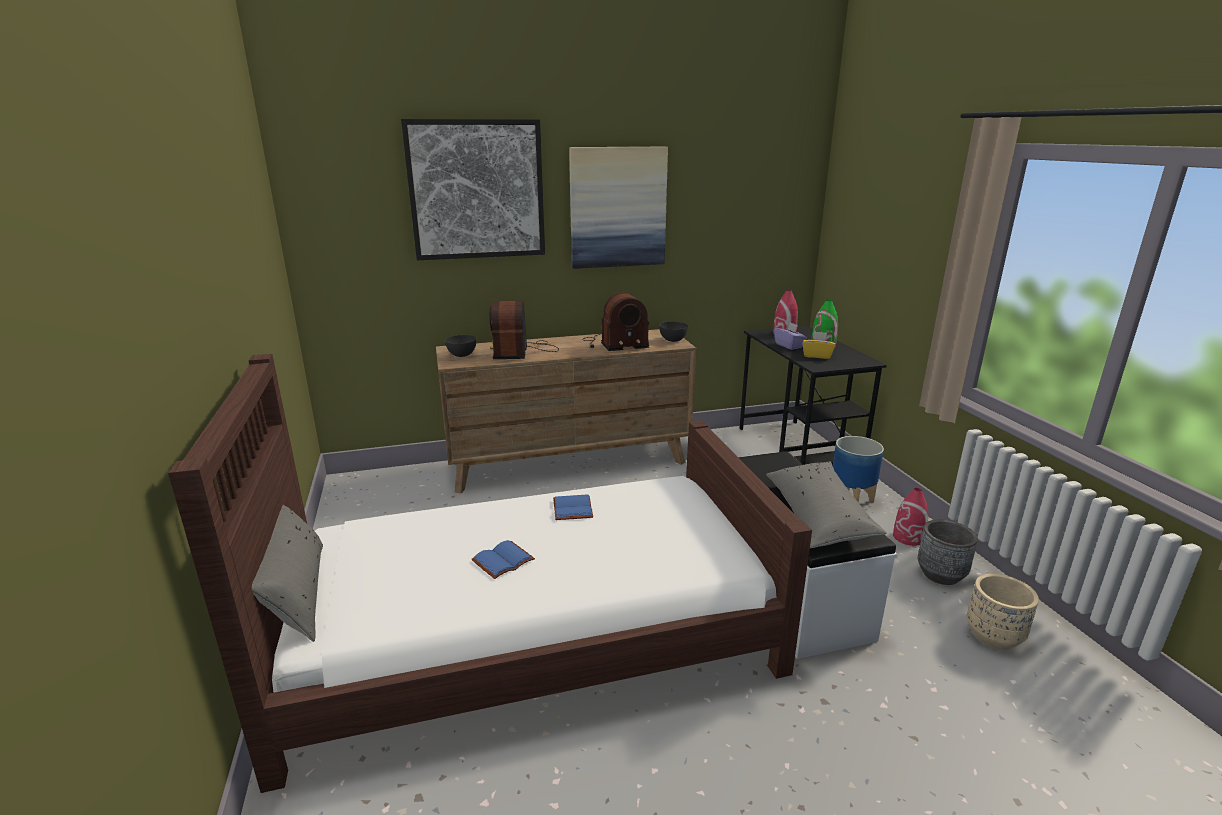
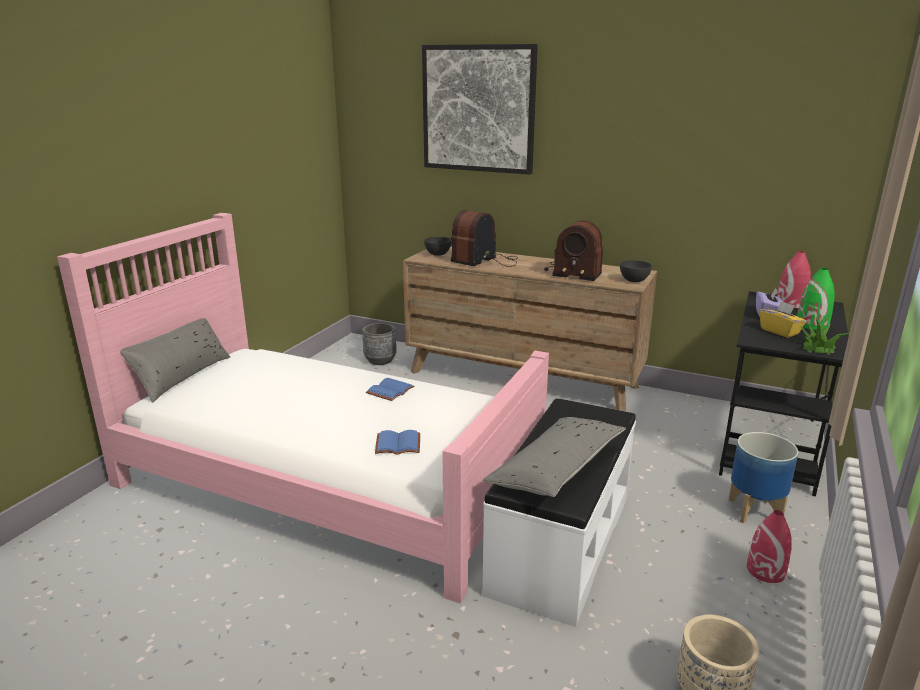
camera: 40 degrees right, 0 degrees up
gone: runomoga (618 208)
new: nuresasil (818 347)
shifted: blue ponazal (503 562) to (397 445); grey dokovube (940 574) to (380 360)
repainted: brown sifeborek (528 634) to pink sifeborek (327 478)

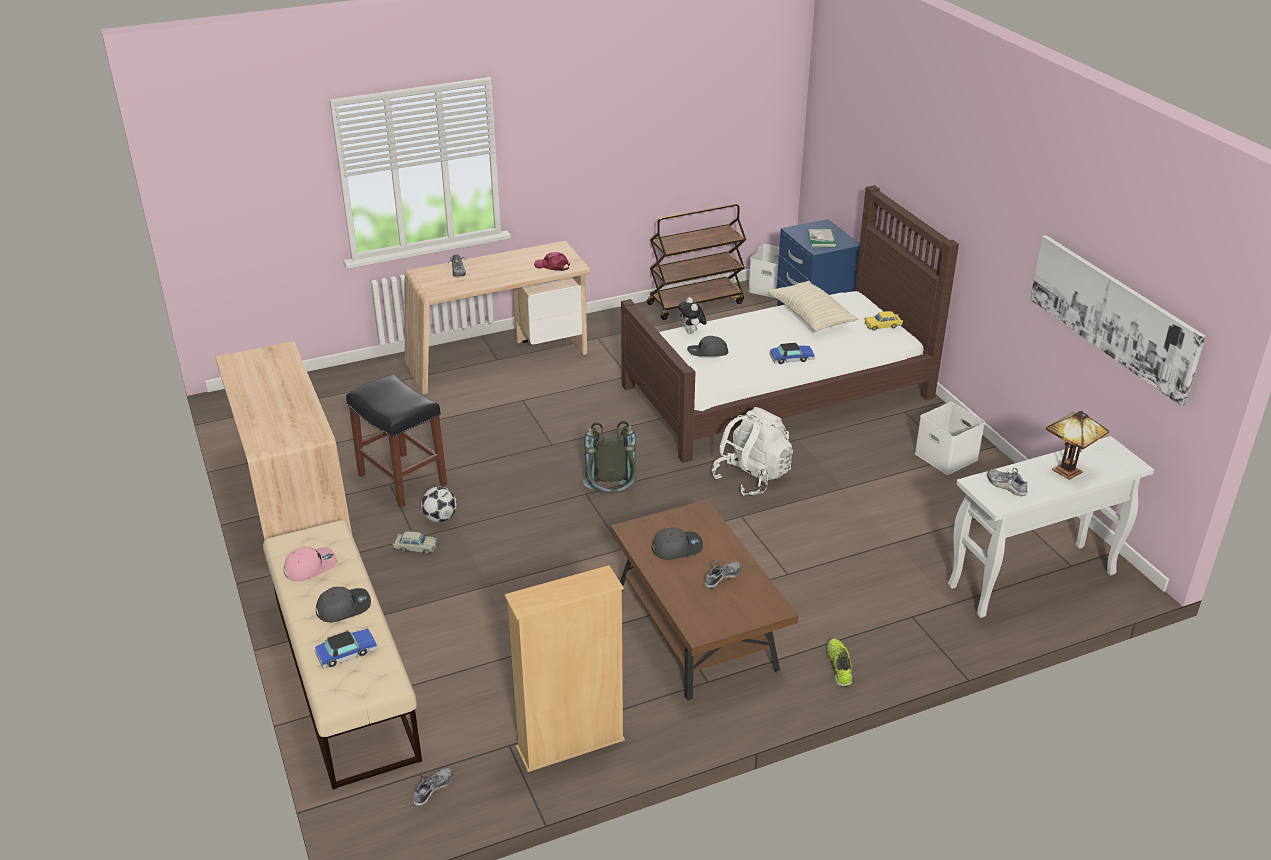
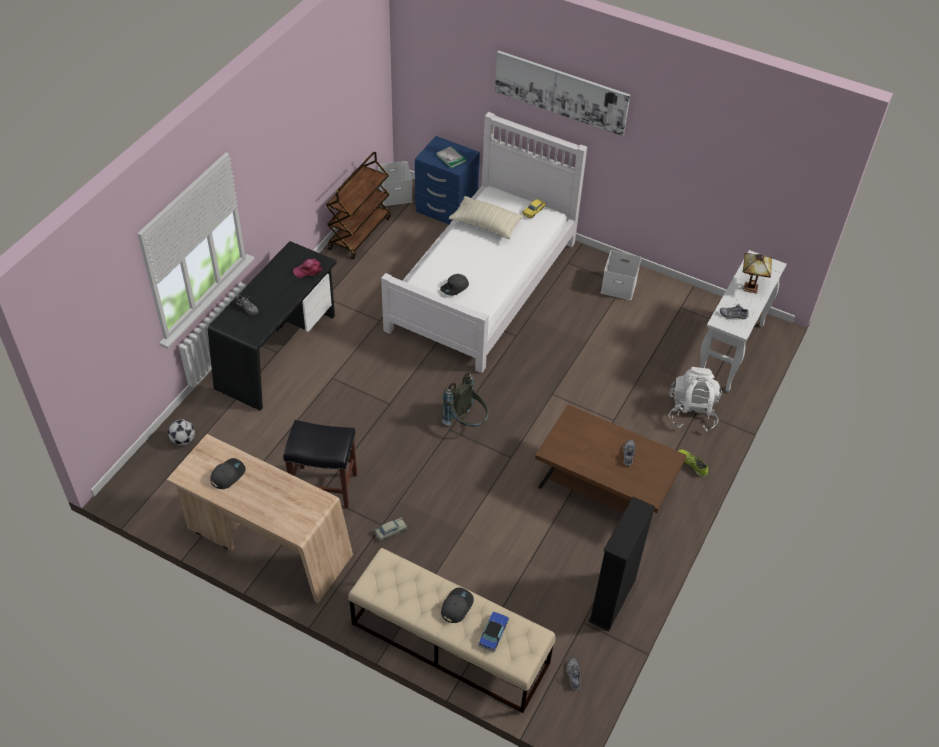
camera: 40 degrees left, 15 degrees up
gone: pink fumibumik (310 566); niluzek (692 332); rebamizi (791 358)
shifted: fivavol (440 518) to (183 440); grey fumibumik (677 547) to (227 475); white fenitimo (752 477) to (691 412); runomoga (1112 315) to (561 92)
repainted: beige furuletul (498 360) to black furuletul (279 353); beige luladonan (570 744) to black luladonan (612 600); brown sifeborek (778 391) to white sifeborek (483 284)

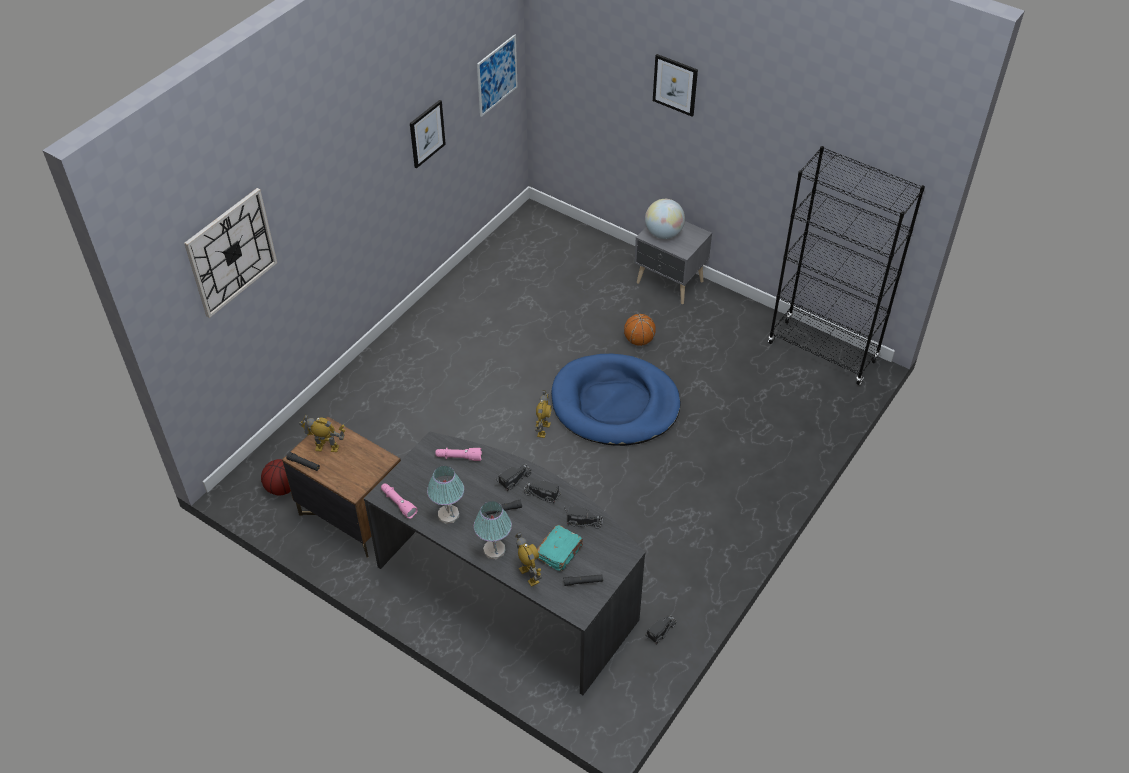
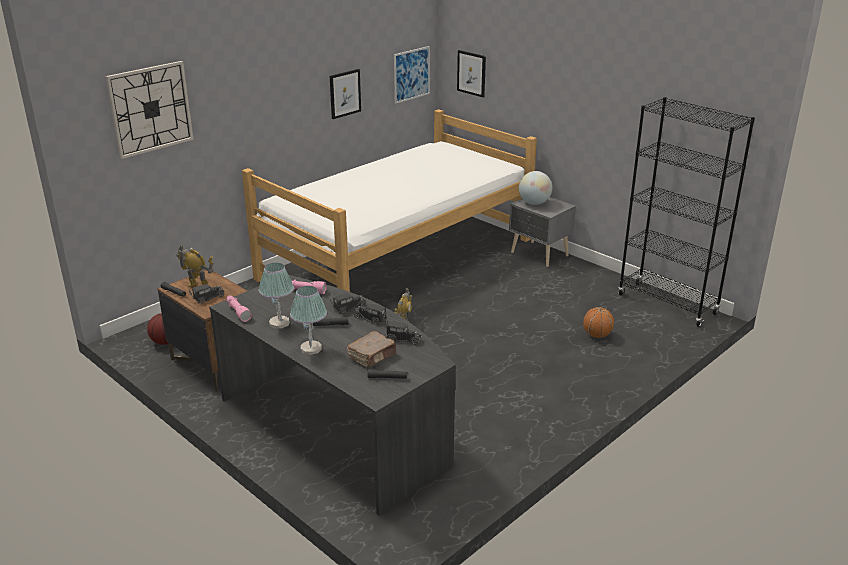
camera: 10 degrees right, 20 degrees down
gone: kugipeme (529 575); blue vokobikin (615 404)
new: sifeborek (398 259)
shifted: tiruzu (639 340) to (597 335); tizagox (660 632) to (207 298); runomoga (675 84) to (471 73)
repainted: turquoise ponazal (560 552) to brown ponazal (372 356)

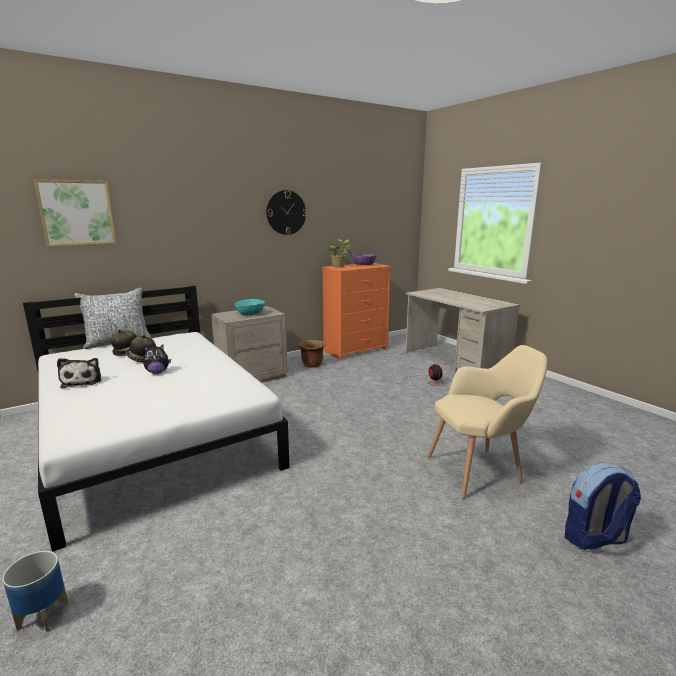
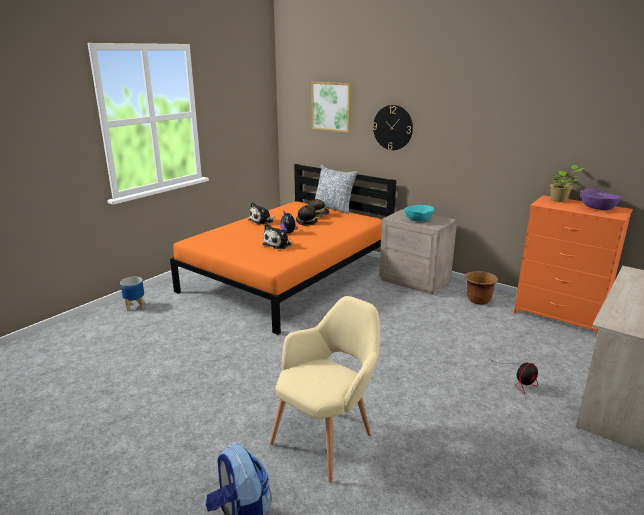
camera: 70 degrees right, 5 degrees up
new: niluzek (278 244)
shifted: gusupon (286 212) to (393 127)
repainted: white sifeborek (153 435) to orange sifeborek (289 277)
rotated: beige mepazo (480 470) = (328 437) 105 degrees counterclockwise

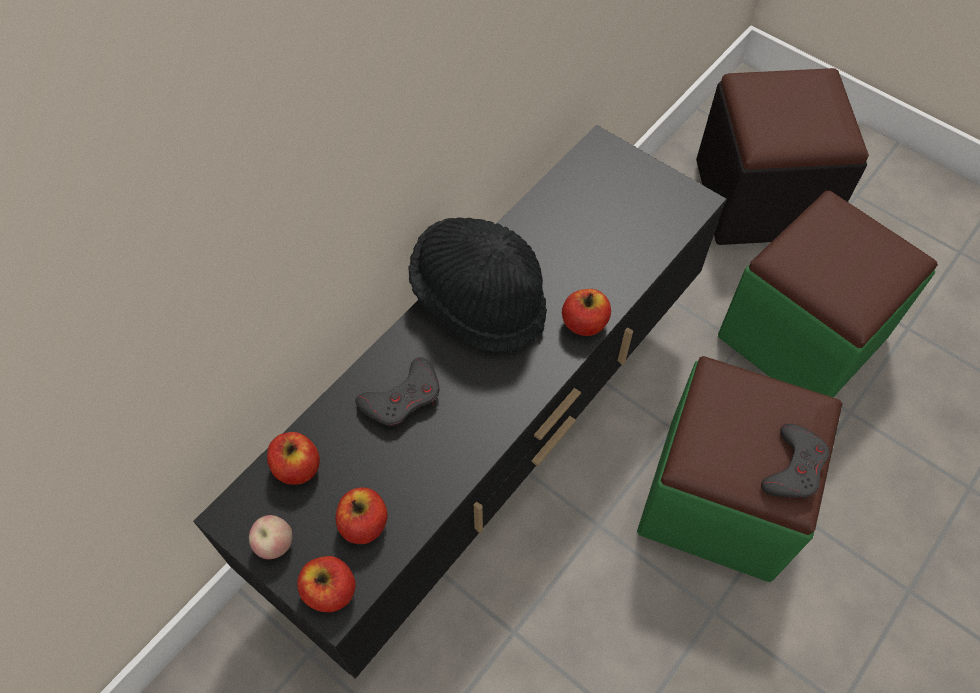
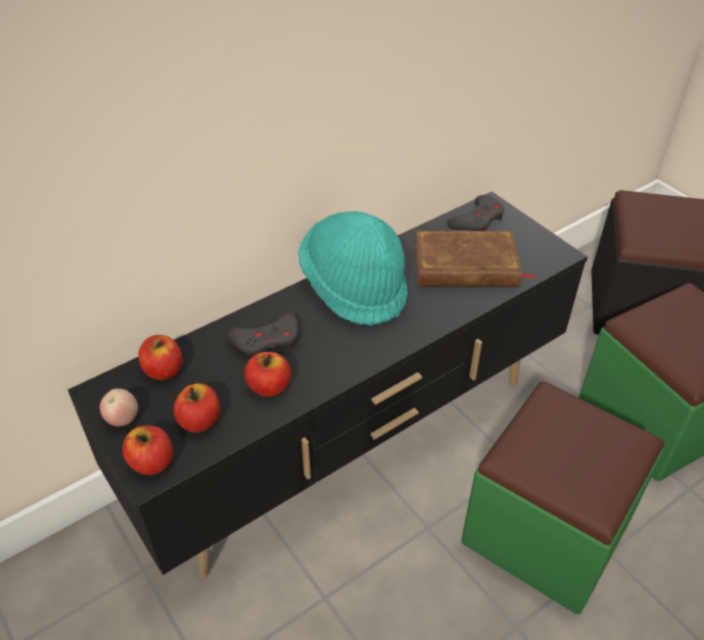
camera: 15 degrees right, 15 degrees down
new: brown ponazal (466 266)
shifted: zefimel (584 323) to (269 387); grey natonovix (794 467) to (477 220)
repainted: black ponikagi (479 300) to turquoise ponikagi (355 287)

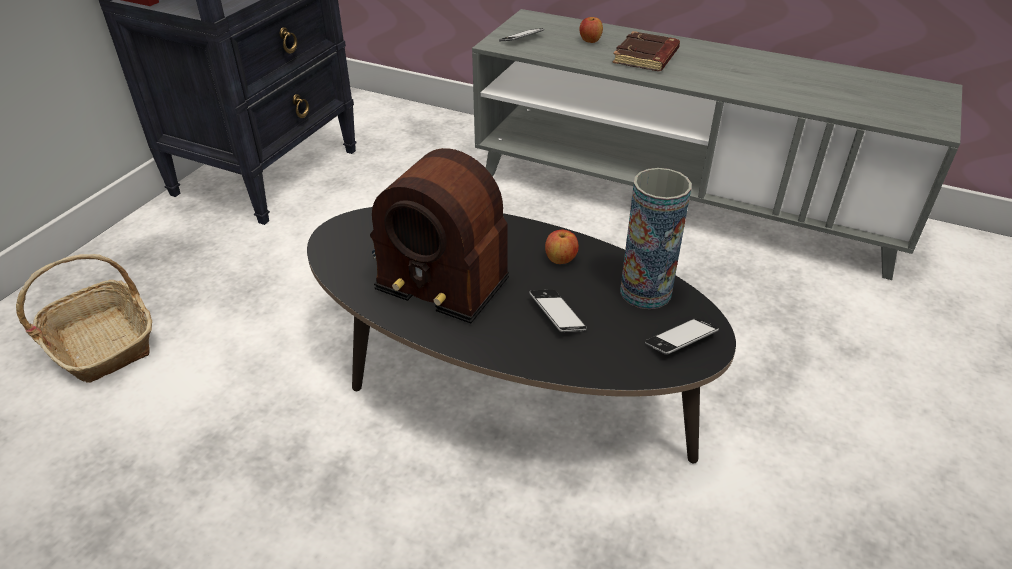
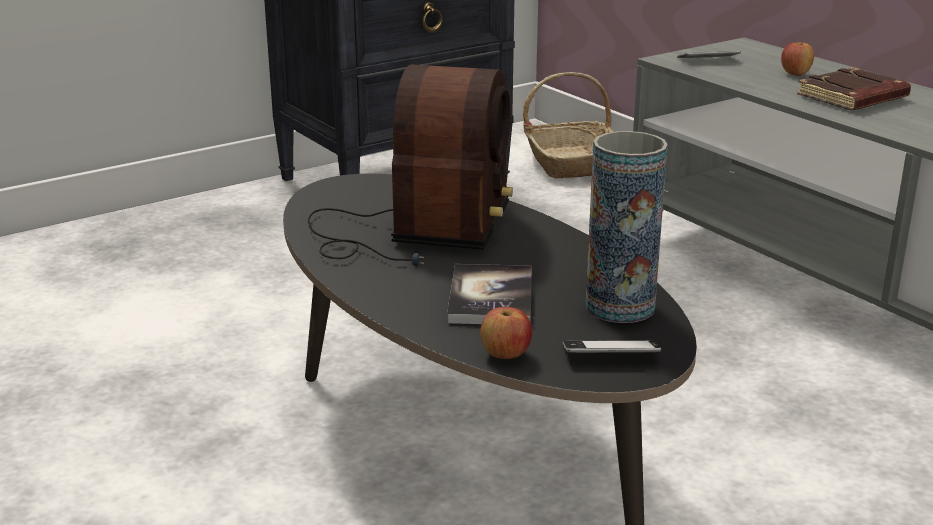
camera: 30 degrees right, 15 degrees down
shifted: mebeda (102 343) to (568 162); zefimel (560 259) to (505 354)
swapped: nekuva (557 315) to ponazal (491 297)
rotated: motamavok (440 264) = (414 231) 135 degrees counterclockwise

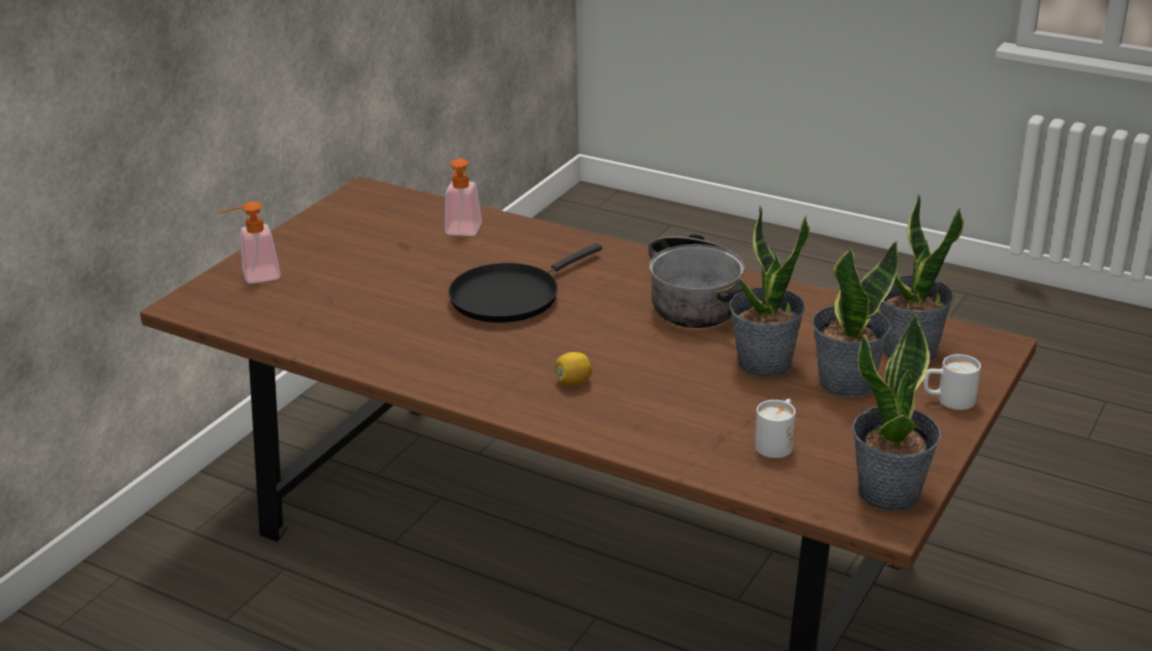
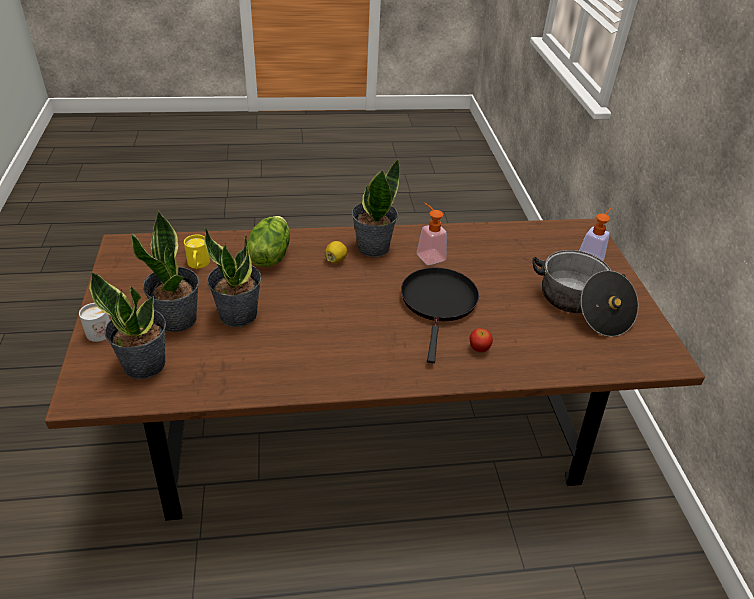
camera: 140 degrees right, 10 degrees up
new: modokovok (269 256); zefimel (479 348)
shifted: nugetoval (462 233) to (428 254); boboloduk (695 299) to (581 305); nuresasil (890 493) to (372 247)
repainted: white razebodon (777 442) to yellow razebodon (198 265)

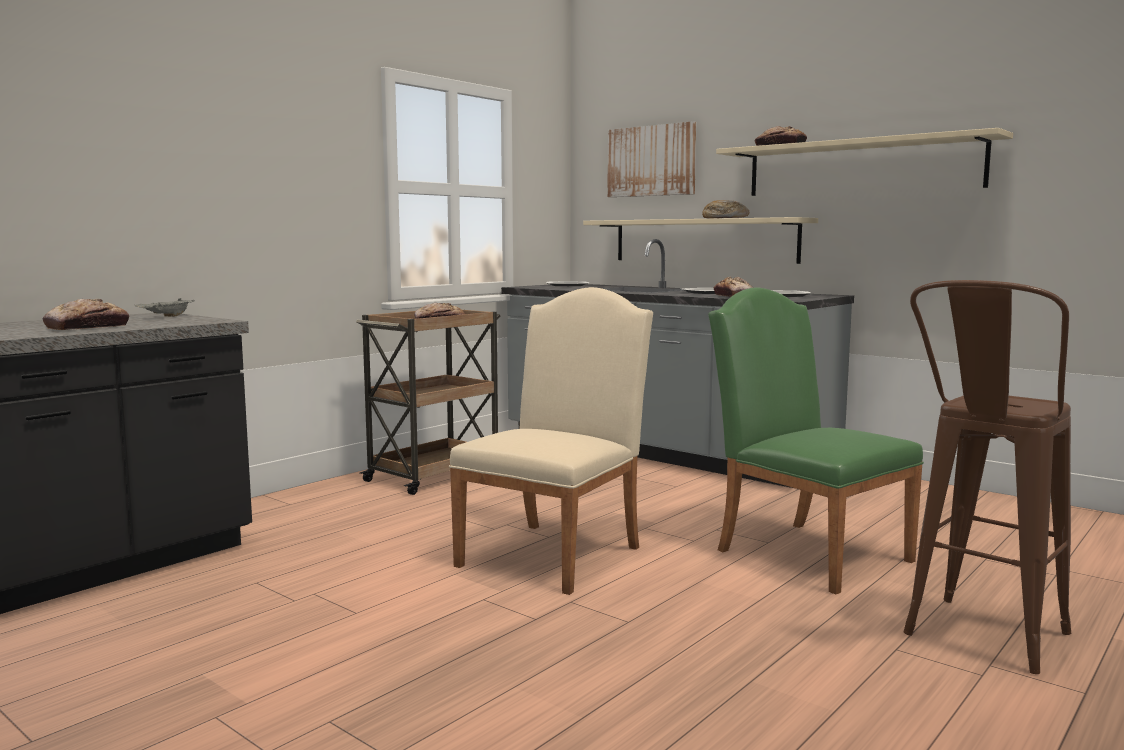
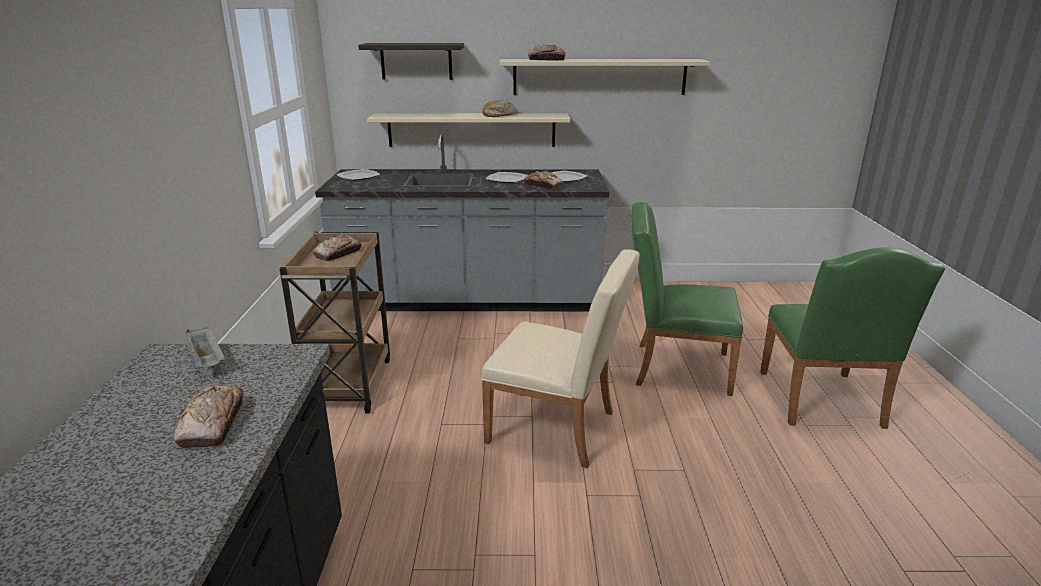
camera: 40 degrees left, 15 degrees up
swapped: runomoga (651 161) to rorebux (416 61); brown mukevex (978 643) to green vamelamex (822 403)
rotated: beige vamelamex (556 552) = (560 429) 120 degrees clockwise

